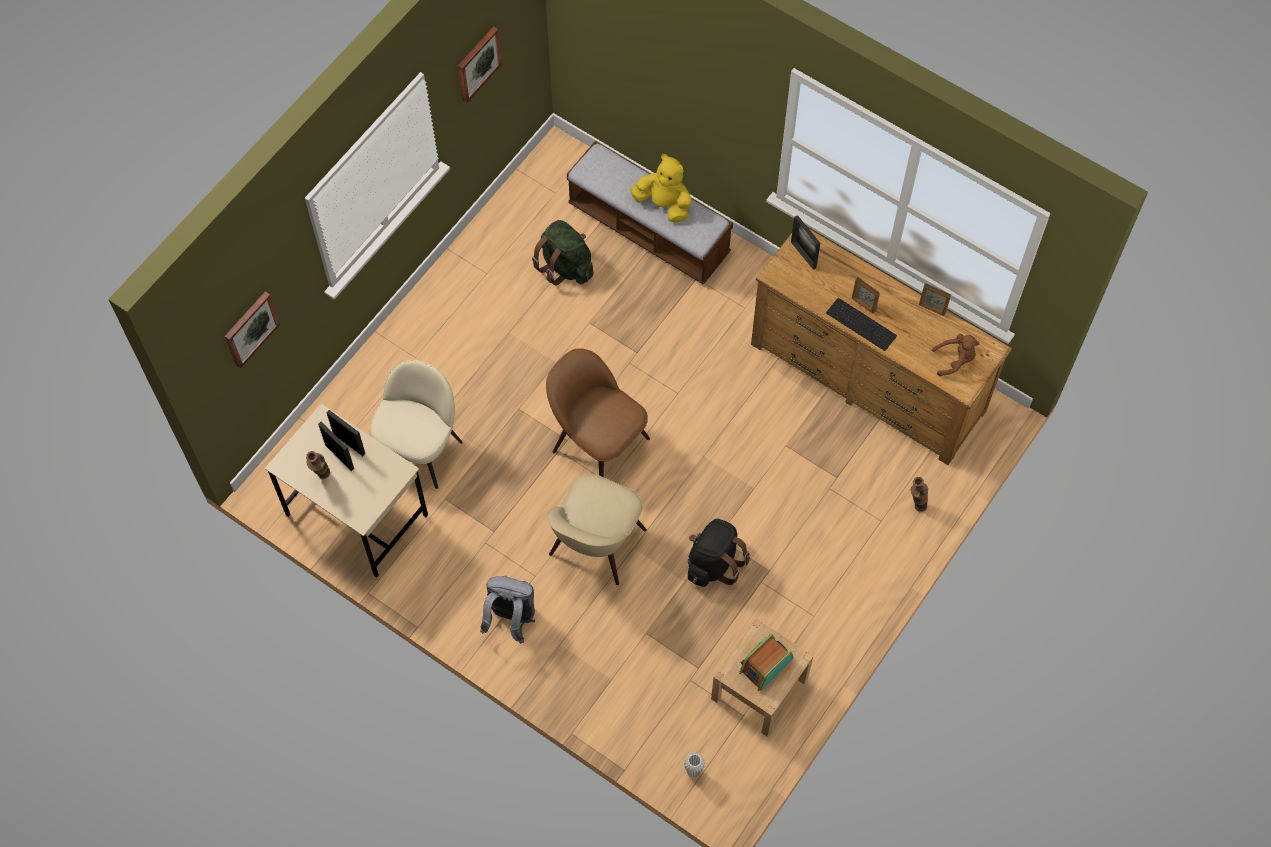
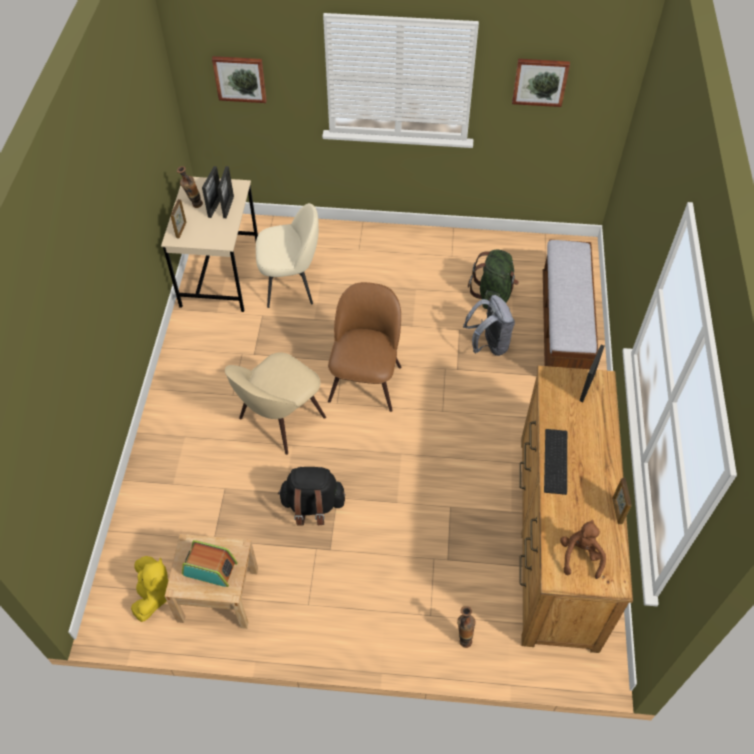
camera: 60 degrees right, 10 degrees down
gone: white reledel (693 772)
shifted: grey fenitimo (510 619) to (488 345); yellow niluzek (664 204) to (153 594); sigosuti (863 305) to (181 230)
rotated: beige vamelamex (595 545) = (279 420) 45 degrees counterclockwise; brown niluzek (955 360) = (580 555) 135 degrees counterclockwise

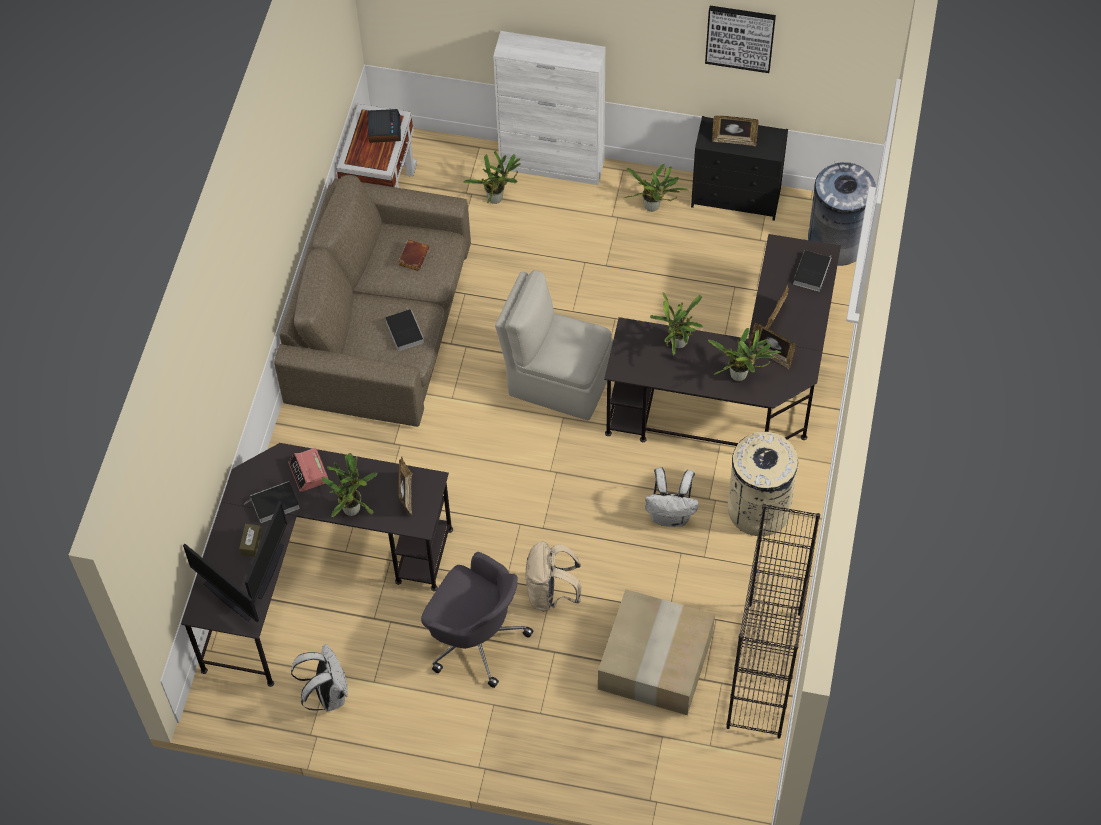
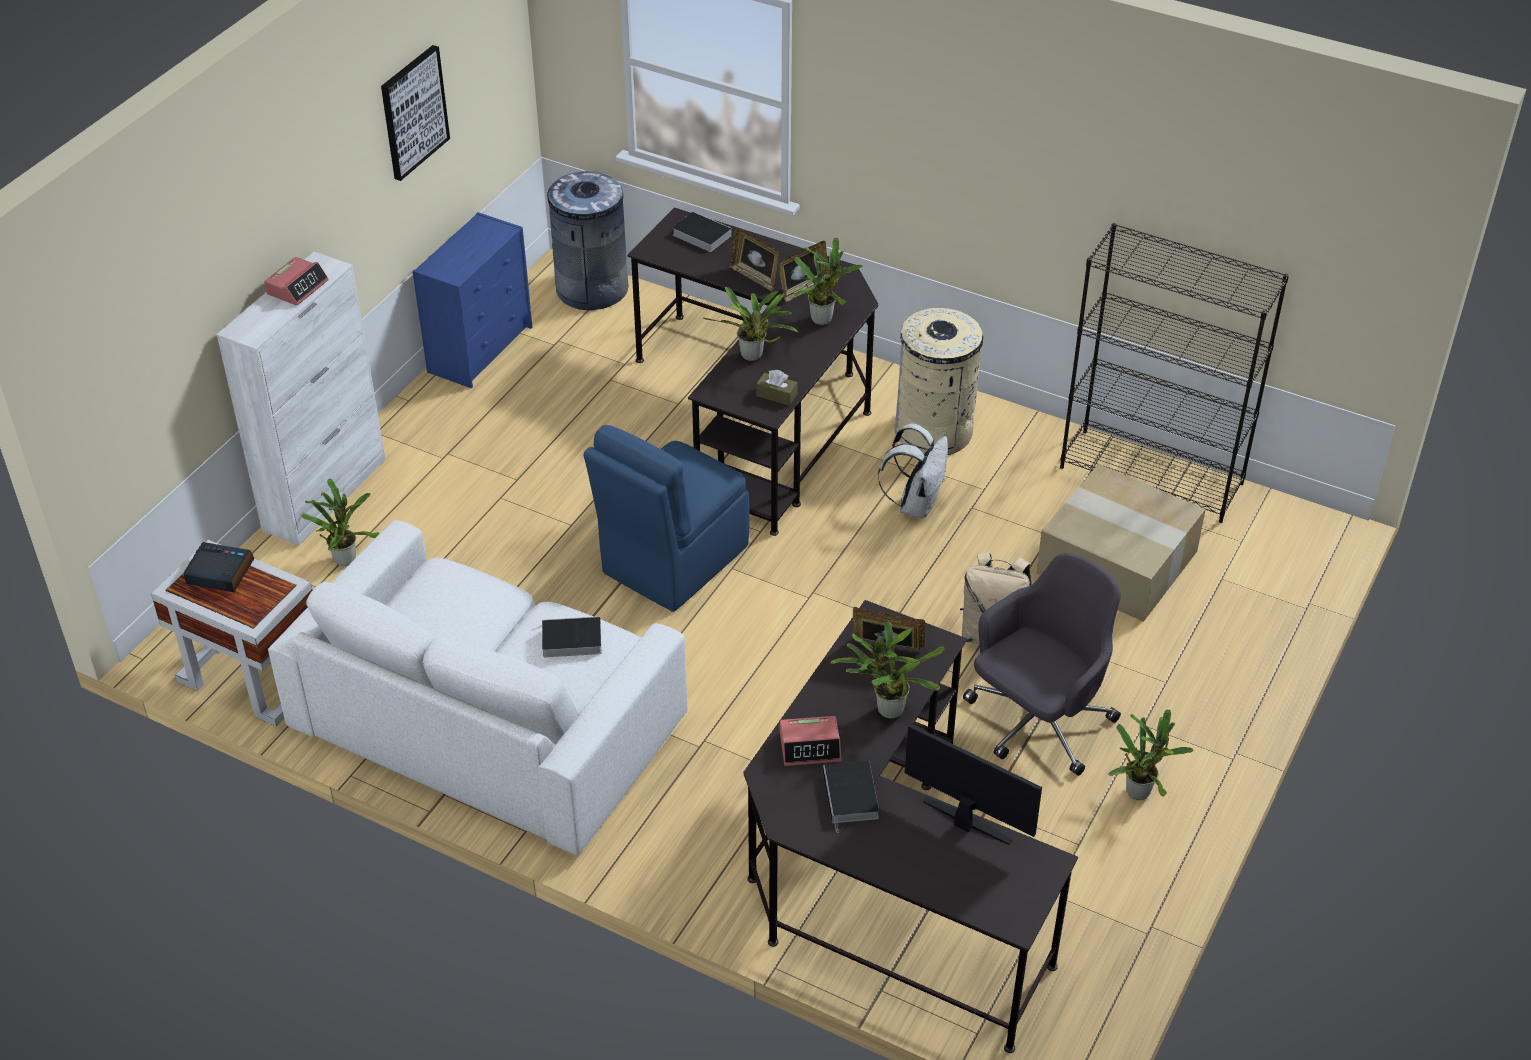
camera: 75 degrees left, 15 degrees down
gone: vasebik (228 599); white fenitimo (327 694); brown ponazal (413 256); sigosuti (734 140)
new: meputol (297 287)
shifted: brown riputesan (251 543) to (776 395); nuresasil (653 208) to (1140 790)
repainted: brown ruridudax (381 324) to white ruridudax (489 721); beige vamelamex (557 380) to blue vamelamex (672 561); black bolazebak (737 198) to blue bolazebak (481 348)

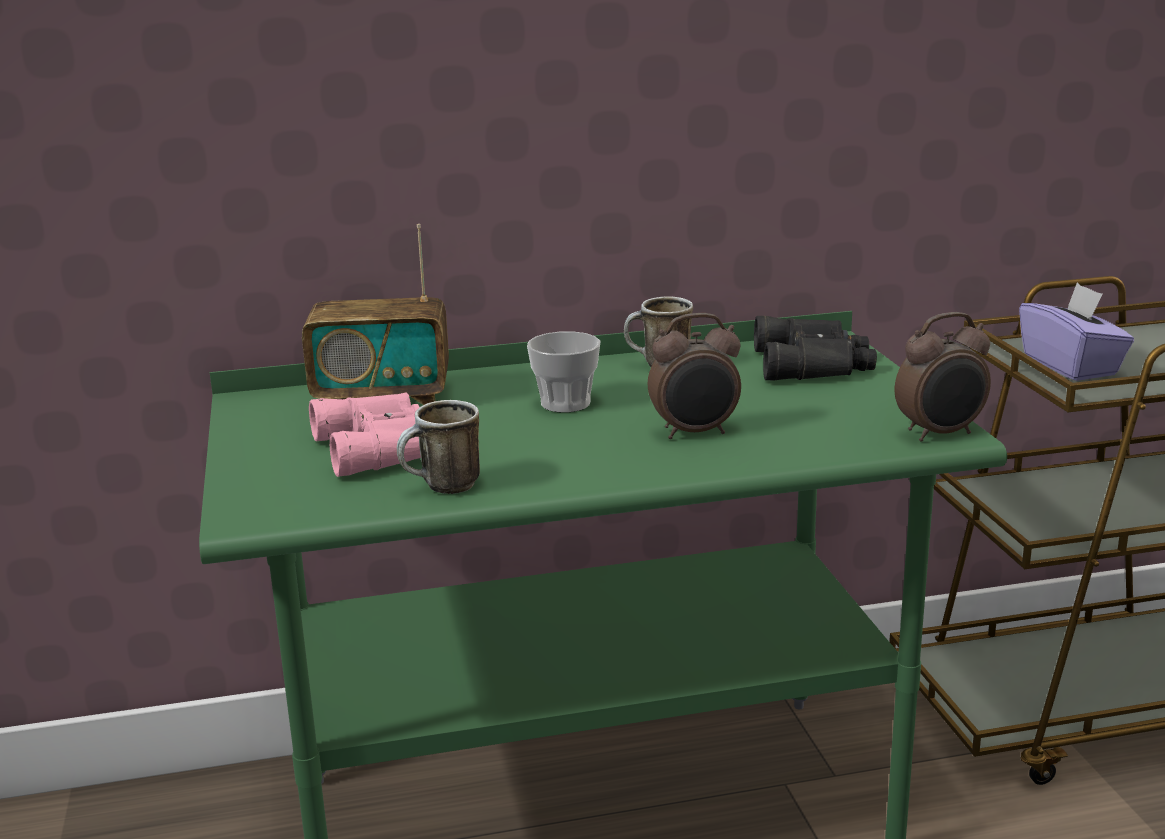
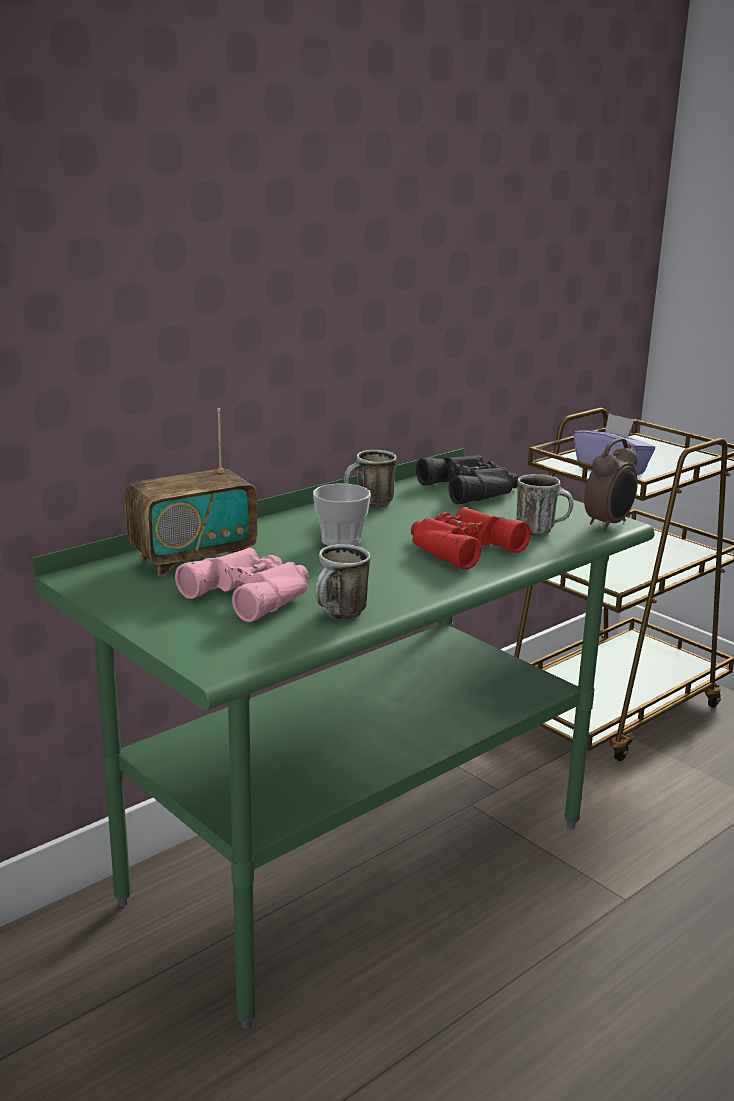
camera: 30 degrees left, 0 degrees up
new: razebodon (541 531)
swapped: meputol (695 433) to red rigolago (459 547)

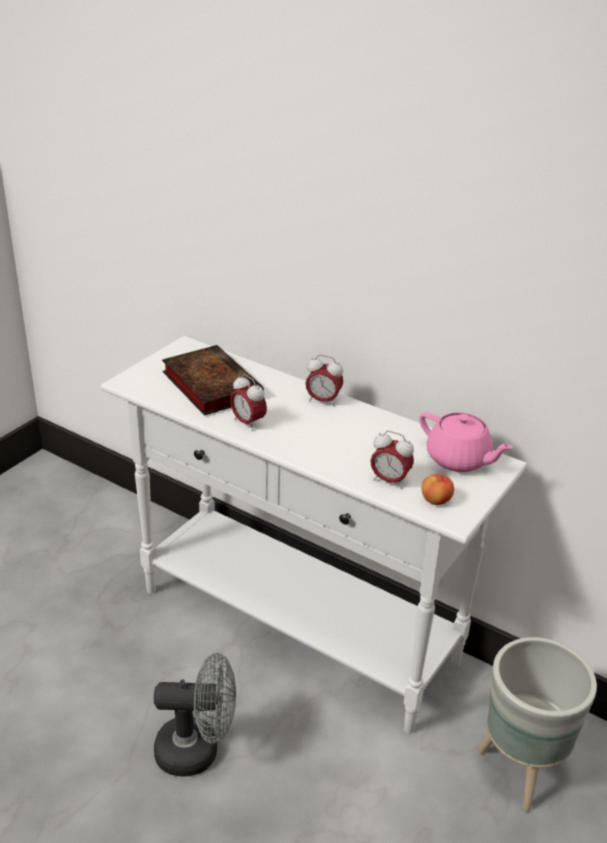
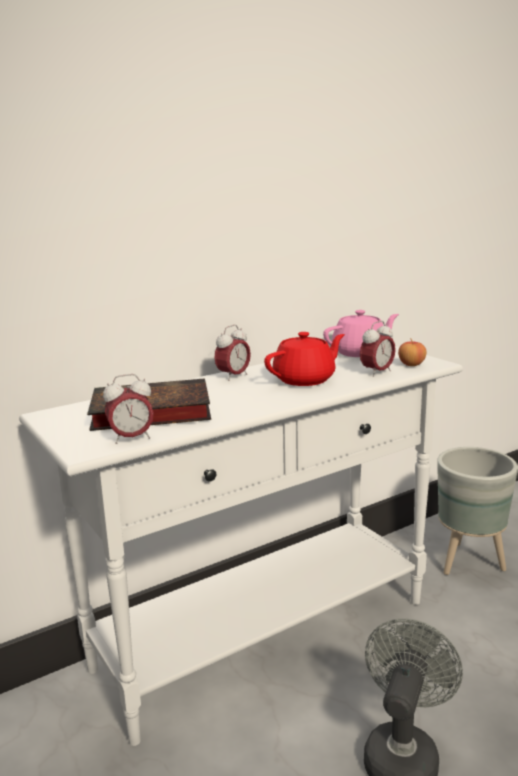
camera: 65 degrees left, 15 degrees down
new: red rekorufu (305 379)
shifted: meputol (248 423) to (131 438)

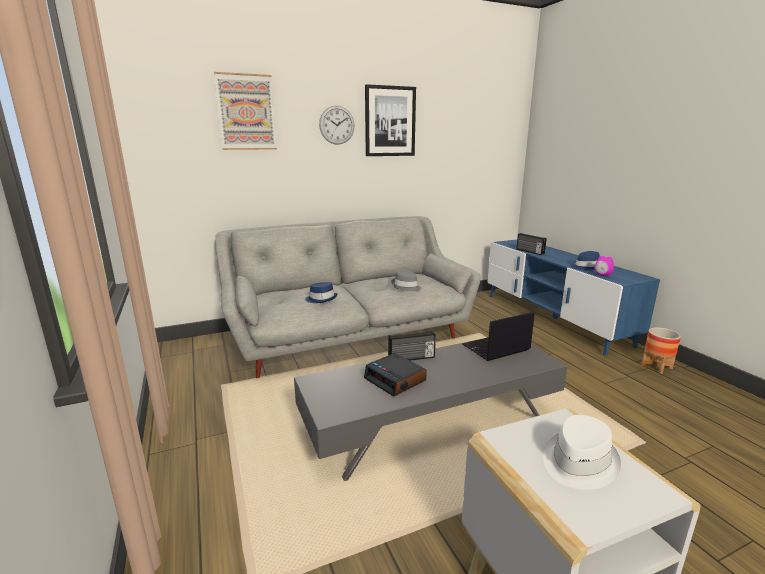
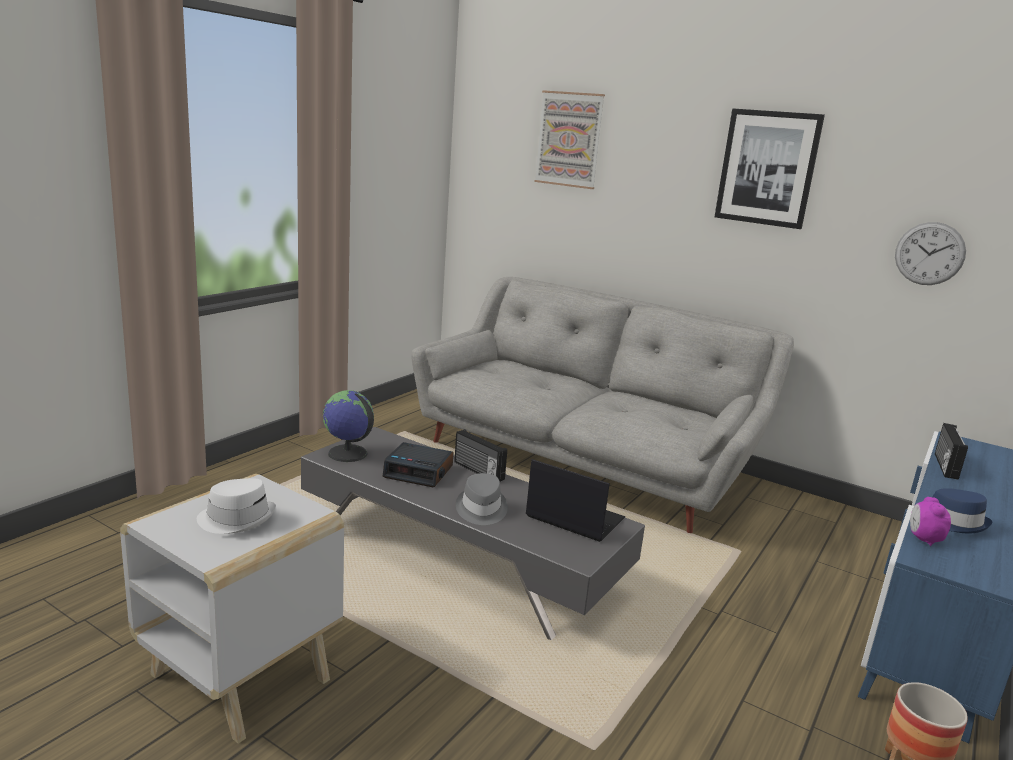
camera: 55 degrees right, 0 degrees up
gone: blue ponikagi (321 299)
new: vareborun (347 454)
shifted: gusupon (337 125) to (929 253); grey ponikagi (406 287) to (481 509)
rotated: meputol (396 380) = (419 472) 90 degrees counterclockwise

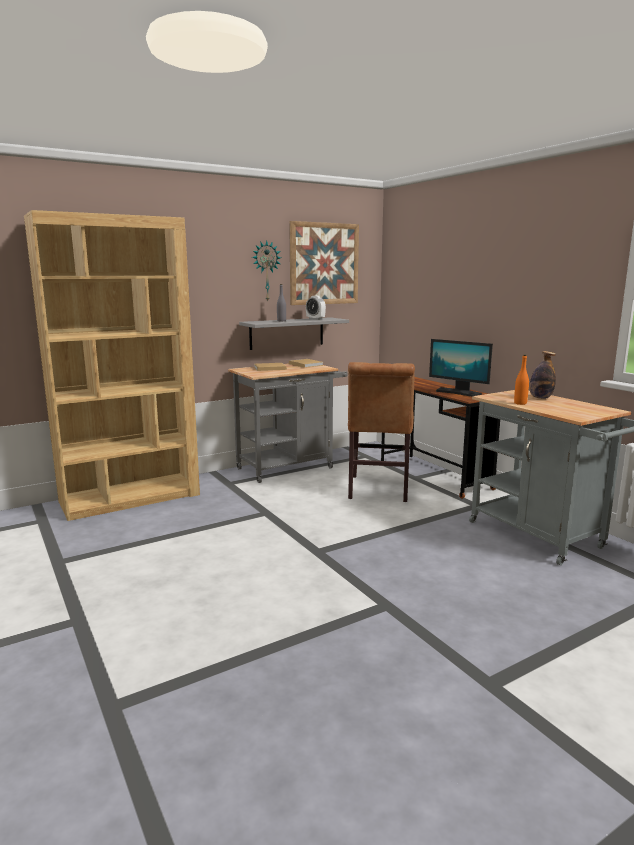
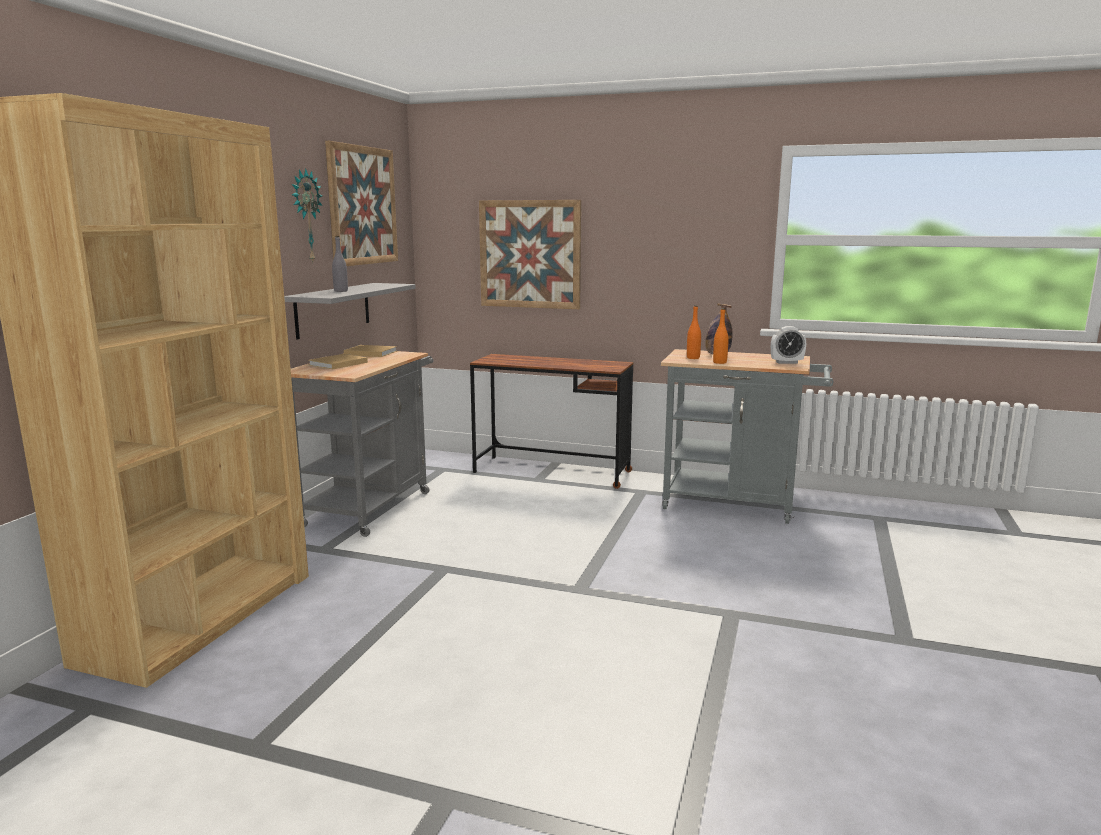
camera: 40 degrees left, 0 degrees up
gone: brown vamelamex (378 490); vasebik (458 392)
new: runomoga (530 254); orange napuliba (693 358)
shifted: meputol (315 319) to (786 362)

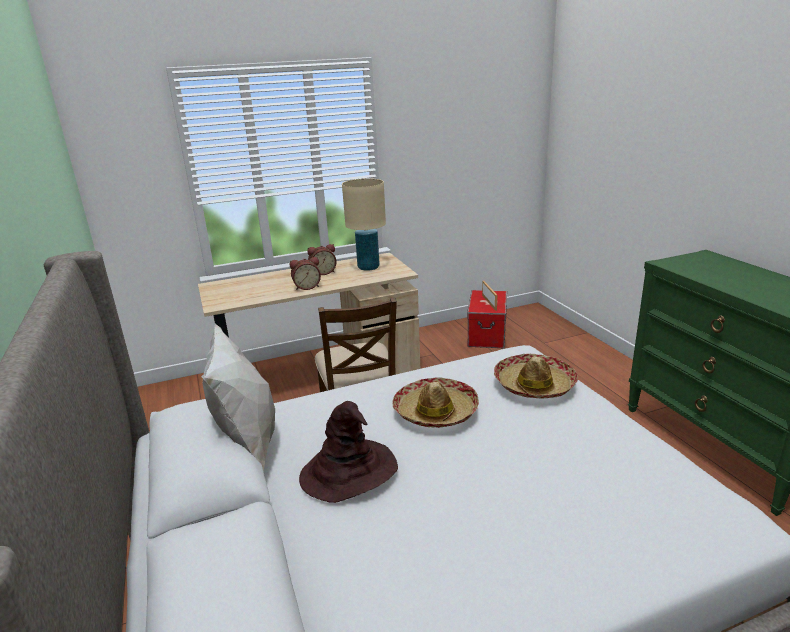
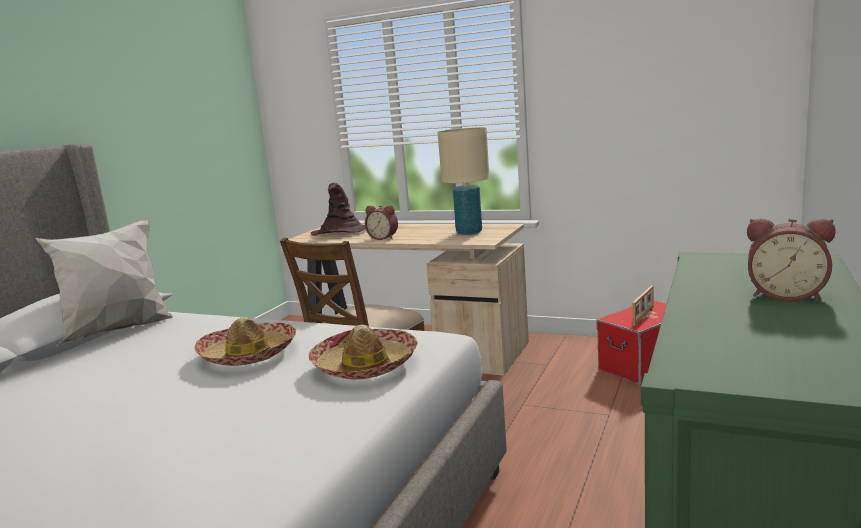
camera: 45 degrees right, 10 degrees down
shifted: brown ponikagi (349 472) to (340 232); meputol (323 272) to (786 295)

